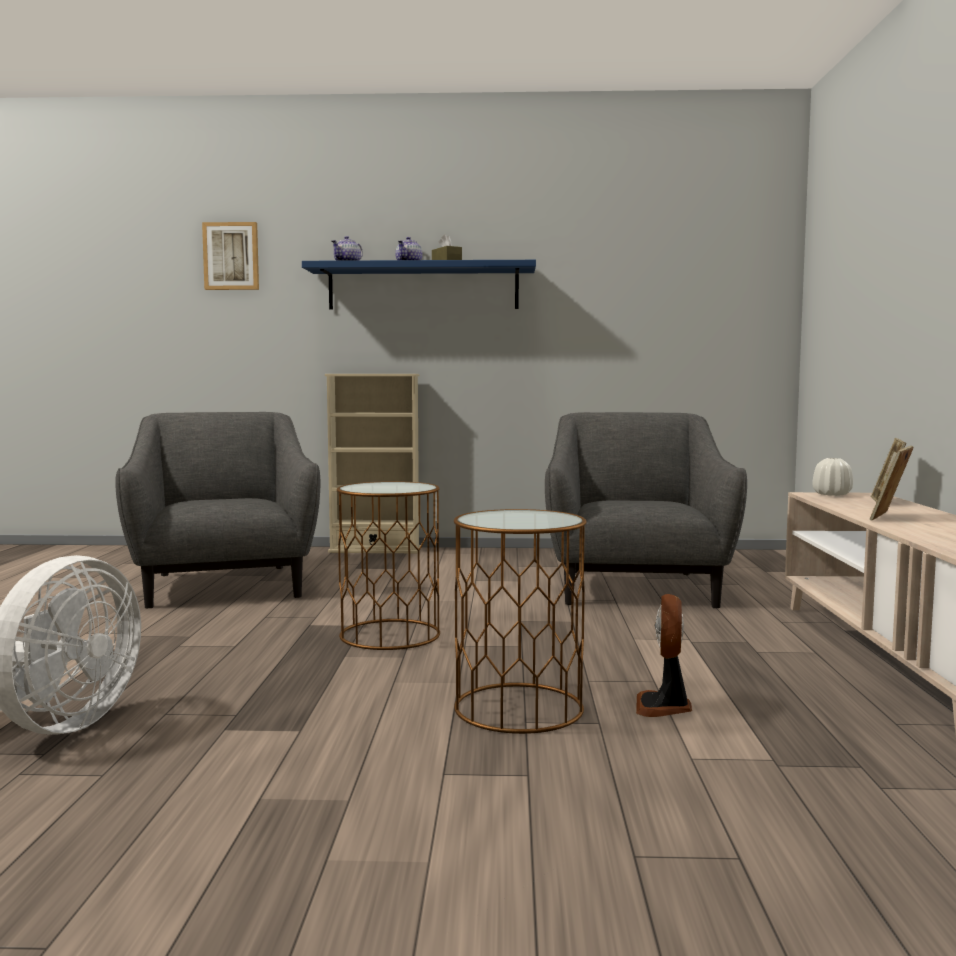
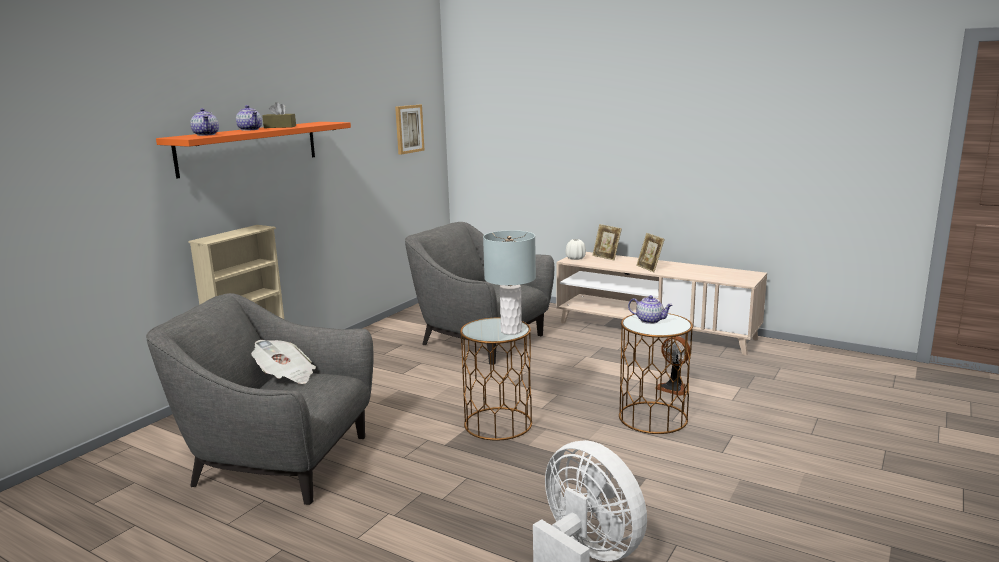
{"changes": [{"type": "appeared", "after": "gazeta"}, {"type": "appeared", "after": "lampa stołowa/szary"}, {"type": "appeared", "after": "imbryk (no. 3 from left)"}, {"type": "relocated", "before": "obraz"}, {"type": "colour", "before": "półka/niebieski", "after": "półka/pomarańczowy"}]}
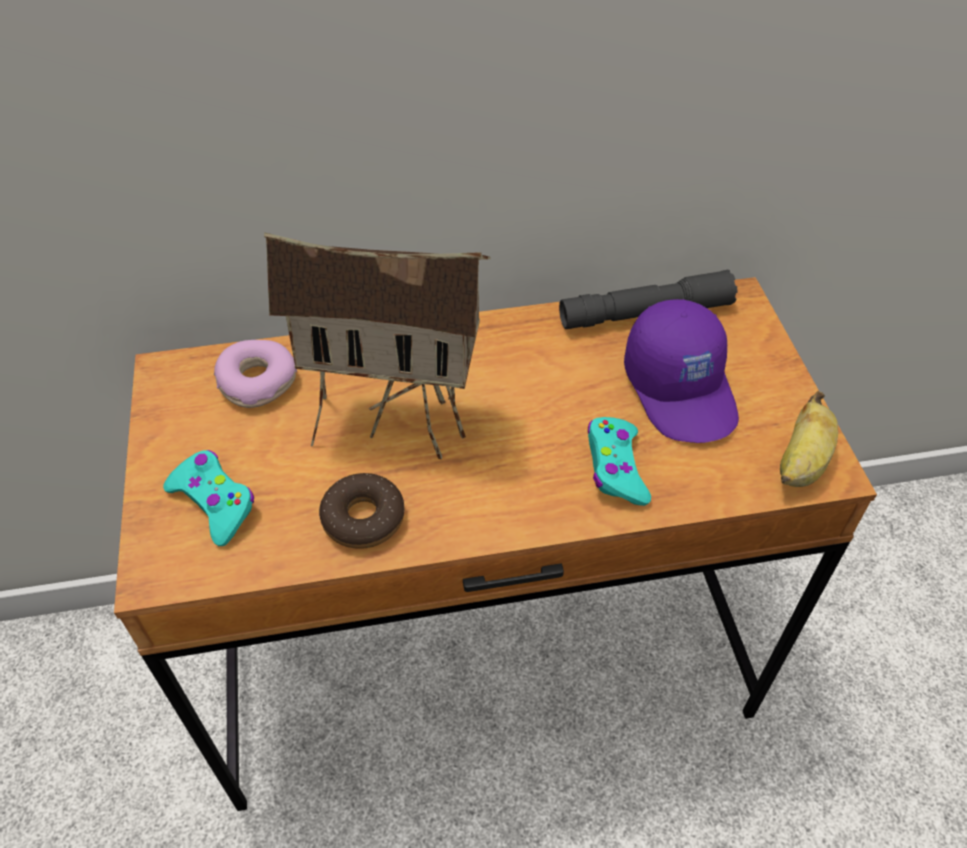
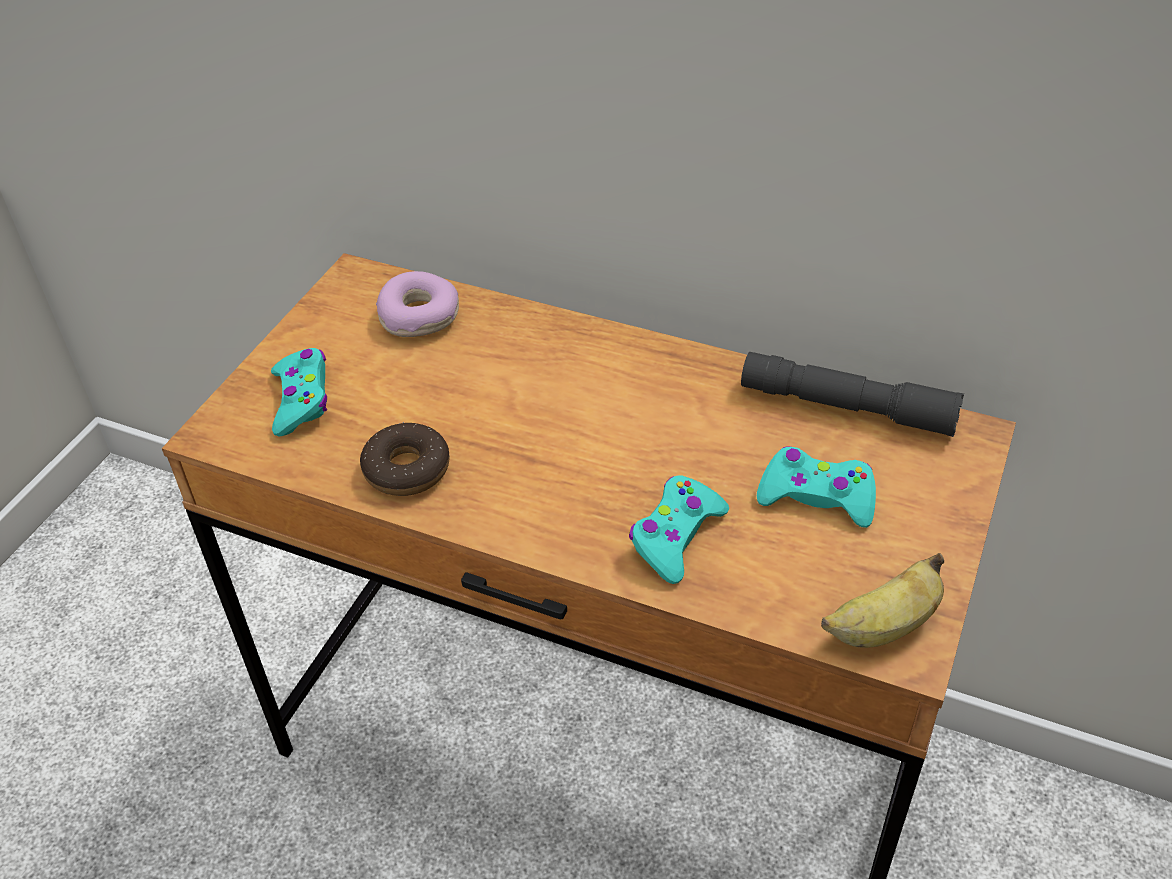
{"changes": [{"type": "missing", "before": "domek"}, {"type": "exchanged", "before": "czapka z daszkiem/fioletowy", "after": "pad do gier/turkusowy (no. 3 from left)"}]}
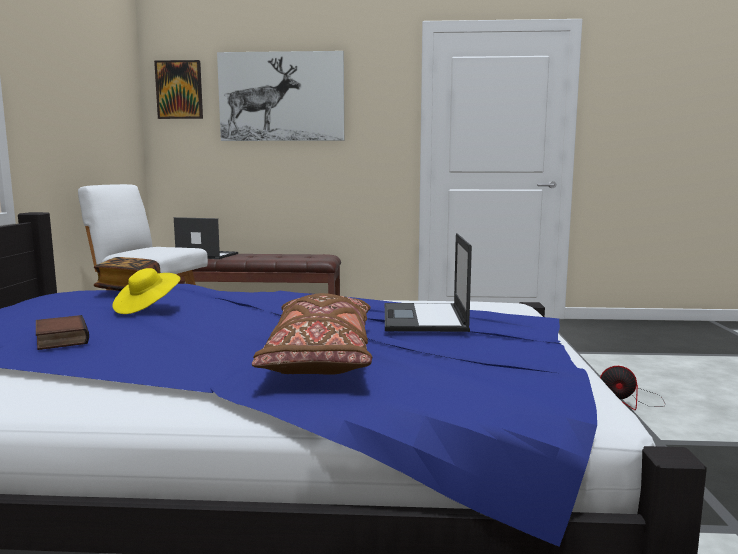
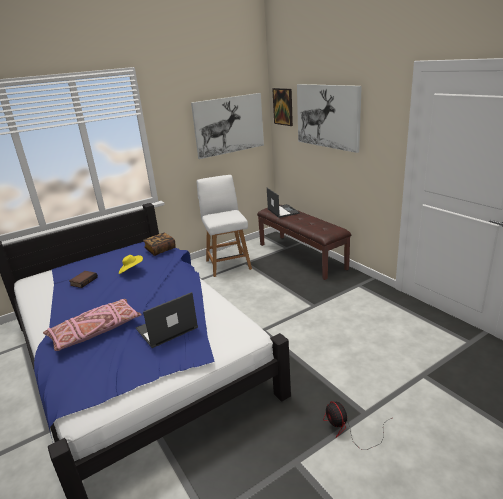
{"changes": [{"type": "appeared", "after": "obraz (no. 1 from left)"}, {"type": "colour", "before": "poduszka/brązowy", "after": "poduszka/różowy"}]}
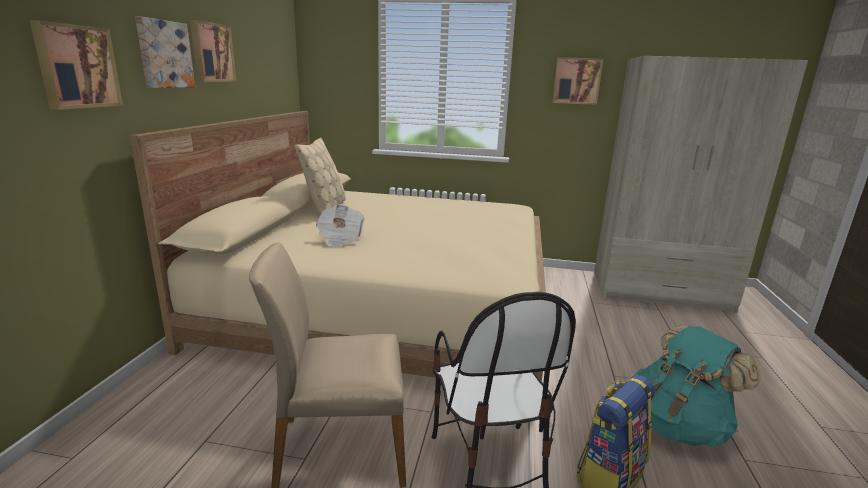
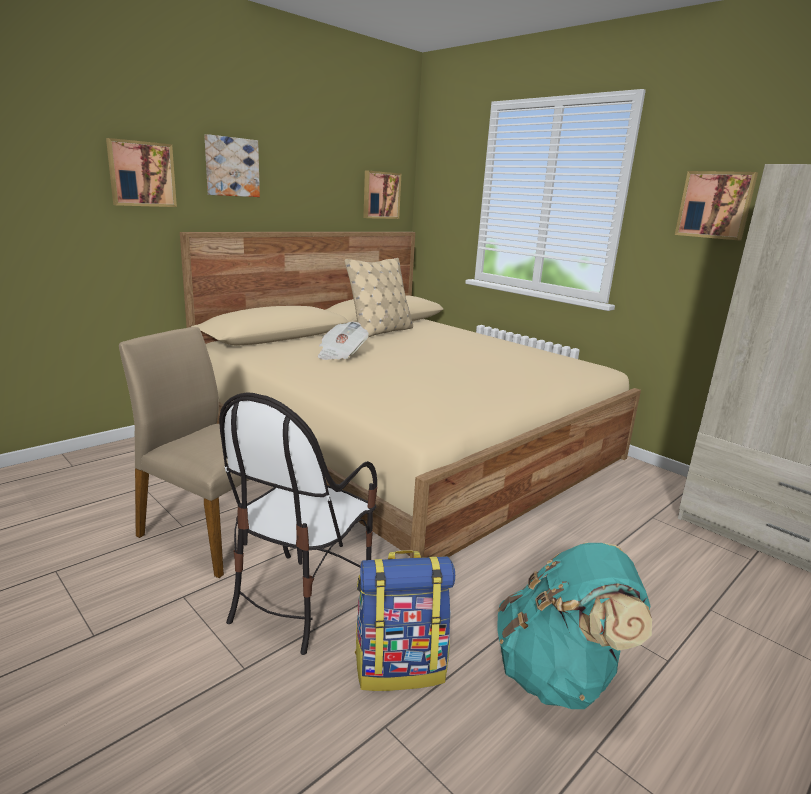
{"changes": [{"type": "relocated", "before": "obraz (no. 3 from left)"}]}
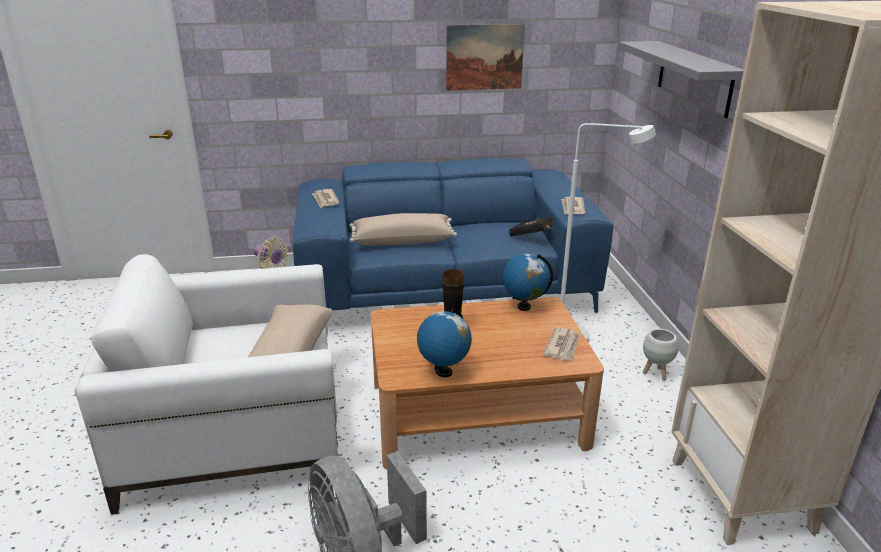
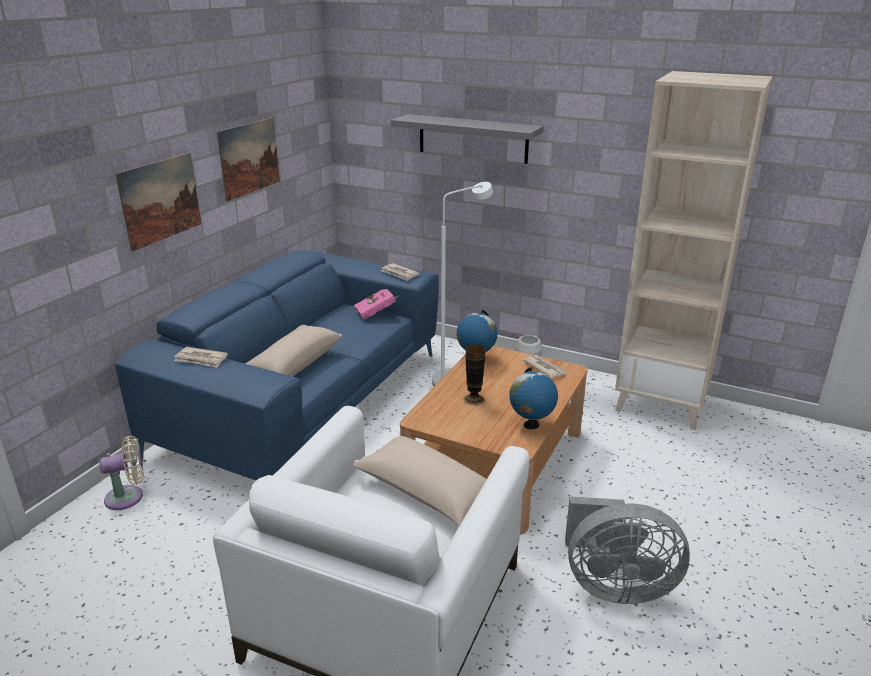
{"changes": [{"type": "appeared", "after": "obraz (no. 1 from left)"}, {"type": "colour", "before": "książka/czarny", "after": "książka/różowy"}]}
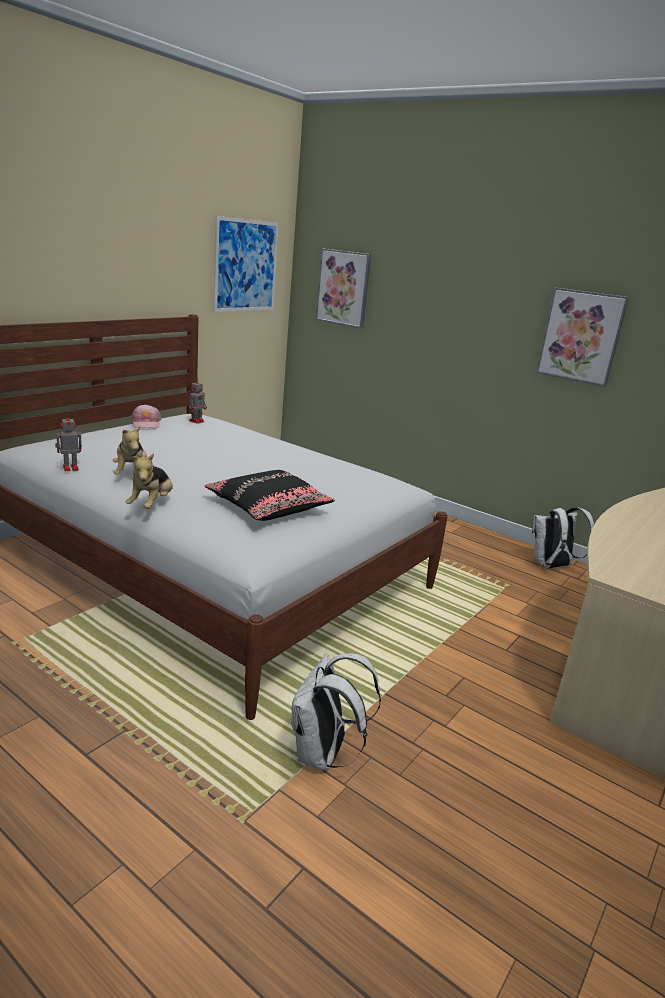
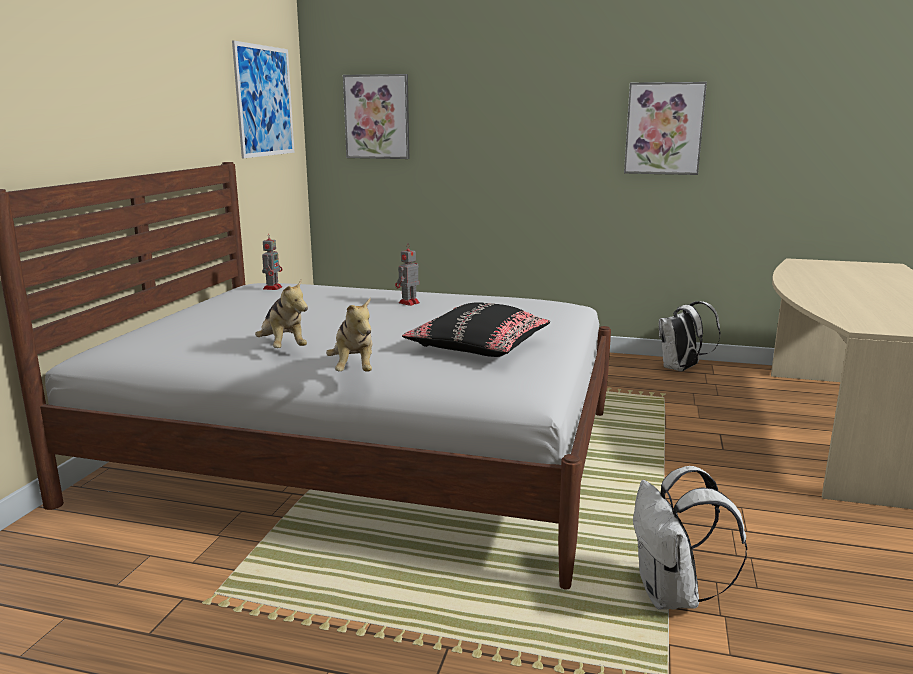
{"changes": [{"type": "missing", "before": "czapka z daszkiem/różowy"}, {"type": "relocated", "before": "robot zabawkowy (no. 1 from left in the first image)", "after": "robot zabawkowy (no. 2 from left)"}]}
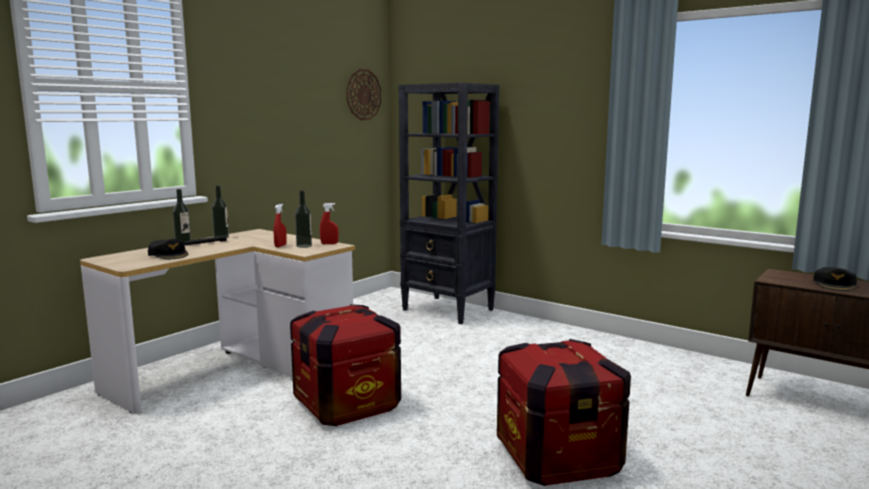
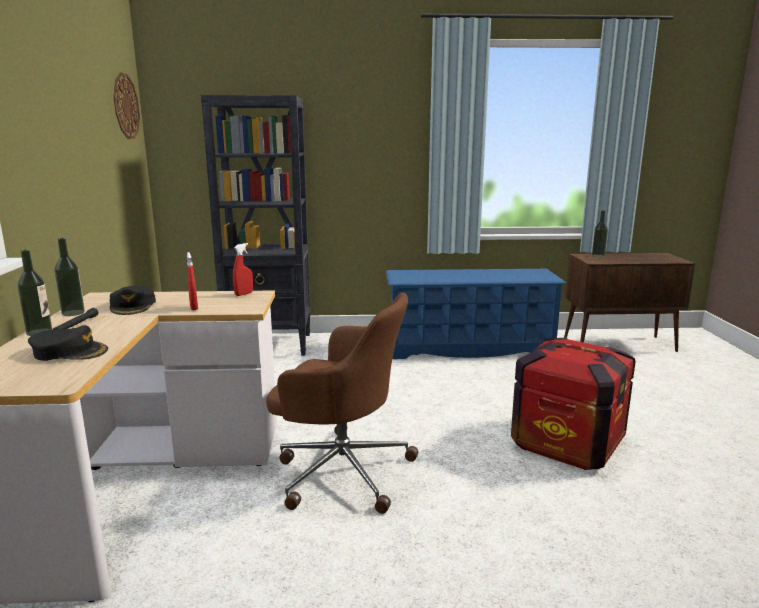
{"changes": [{"type": "appeared", "after": "regał na buty/niebieski"}, {"type": "relocated", "before": "butelka (no. 3 from left)"}, {"type": "relocated", "before": "czapka z daszkiem/czarny (no. 2 from left)"}, {"type": "exchanged", "before": "skrzynka (no. 1 from left)", "after": "krzesło biurowe/brązowy"}]}
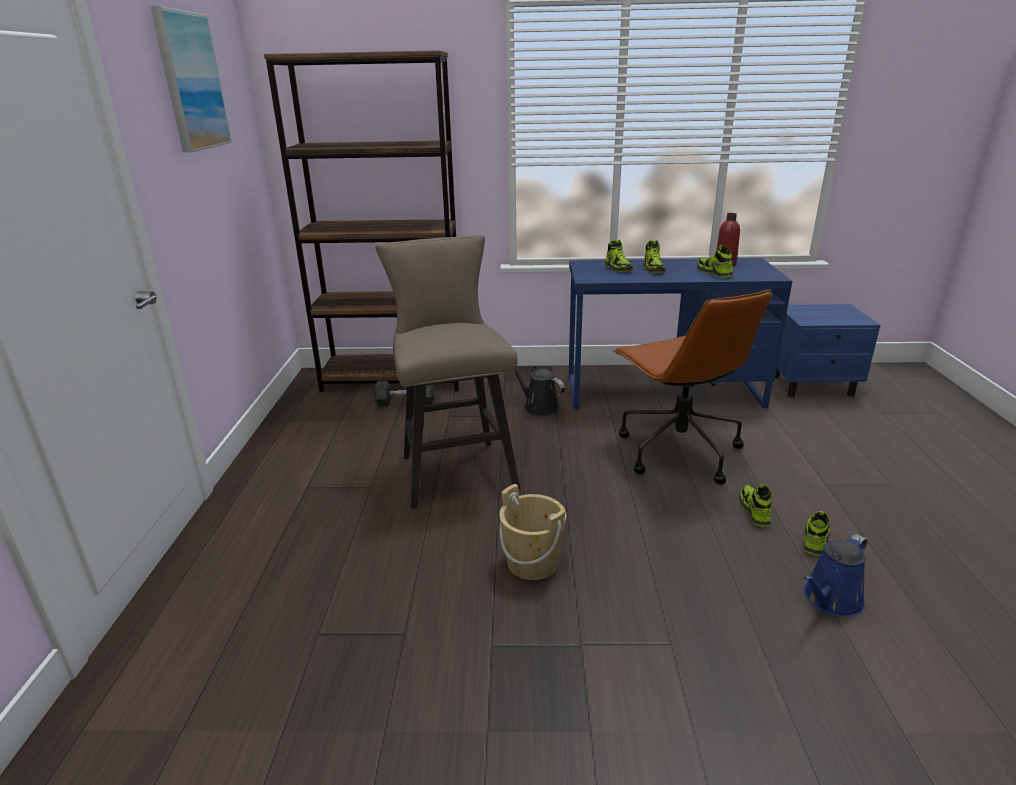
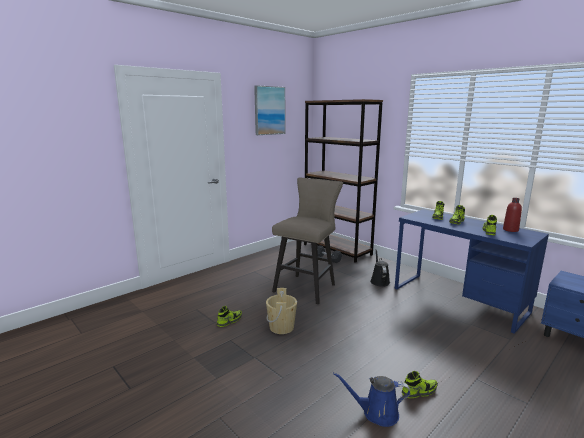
{"changes": [{"type": "missing", "before": "krzesło biurowe/brązowy"}, {"type": "relocated", "before": "but (no. 4 from left in the first image)", "after": "but (no. 1 from left)"}]}
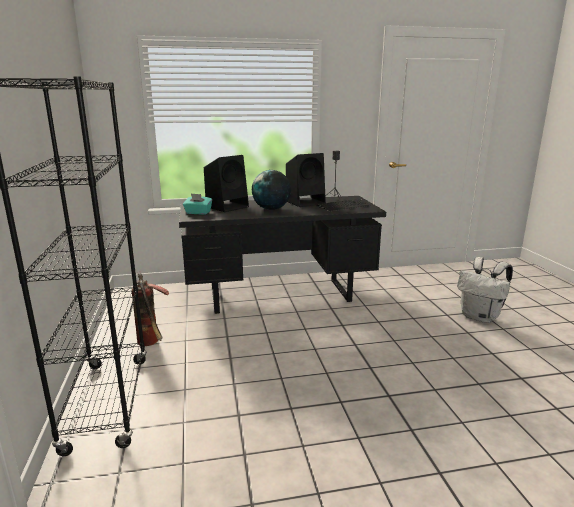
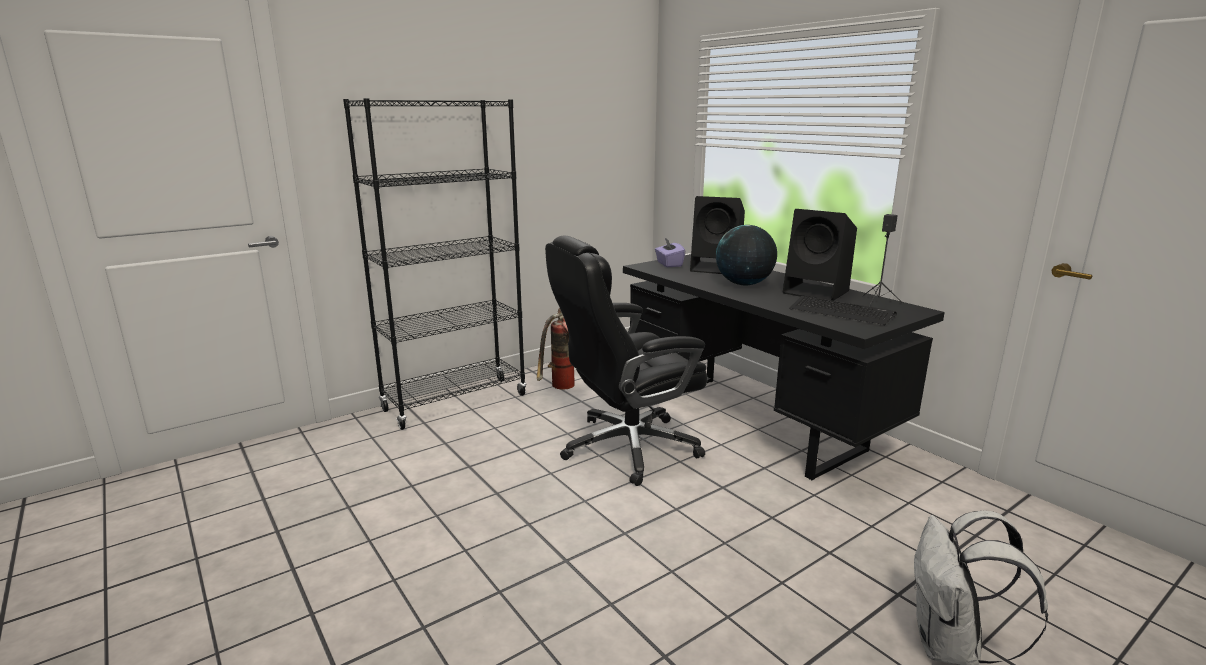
{"changes": [{"type": "appeared", "after": "krzesło biurowe/czarny"}, {"type": "colour", "before": "pudełko chusteczek/turkusowy", "after": "pudełko chusteczek/fioletowy"}]}
